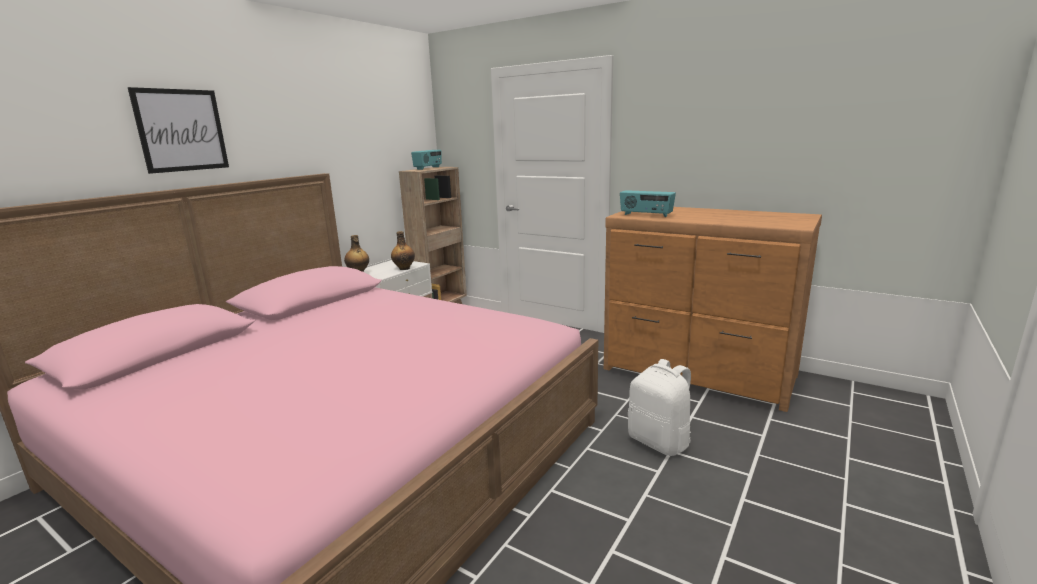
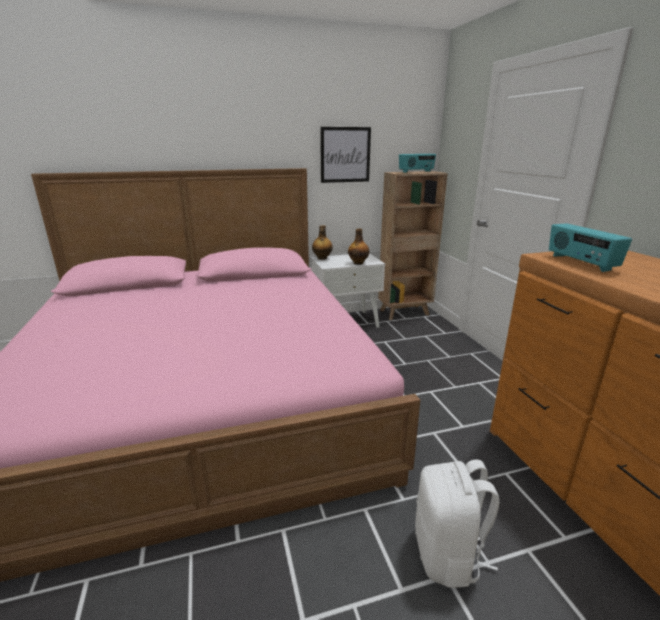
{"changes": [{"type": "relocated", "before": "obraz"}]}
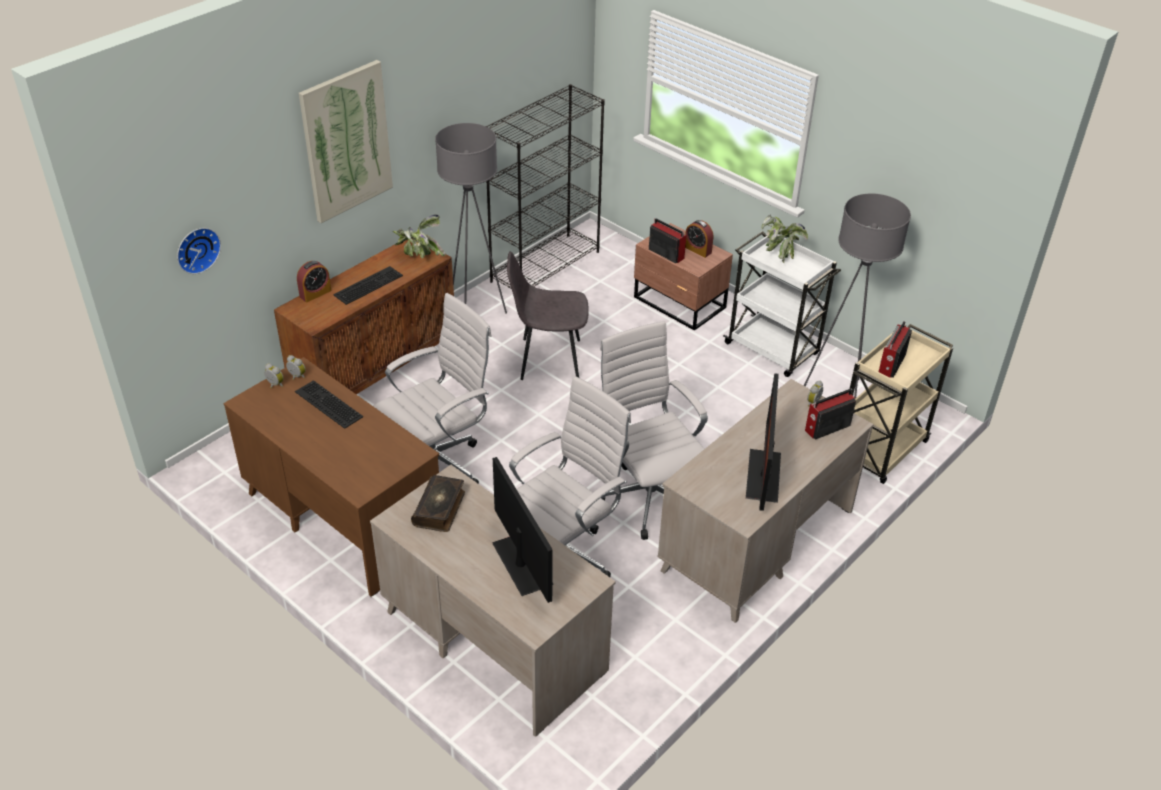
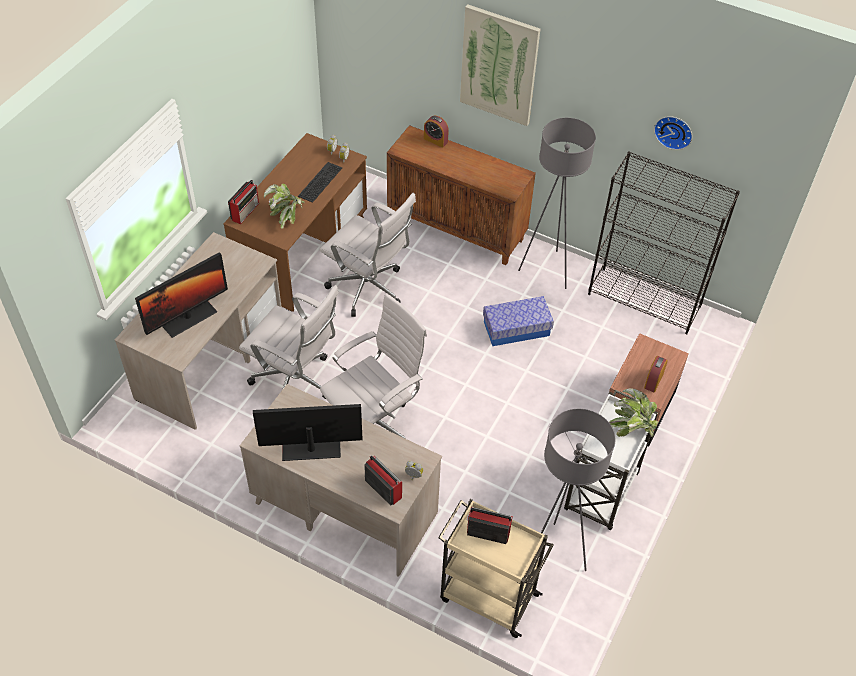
{"changes": [{"type": "missing", "before": "klawiatura (no. 2 from left)"}, {"type": "missing", "before": "książka"}, {"type": "relocated", "before": "zegar ścienny"}, {"type": "relocated", "before": "roślina doniczkowa (no. 1 from left)"}, {"type": "relocated", "before": "radio (no. 1 from left)"}, {"type": "exchanged", "before": "krzesło/szary", "after": "pojemnik do przechowywania"}]}
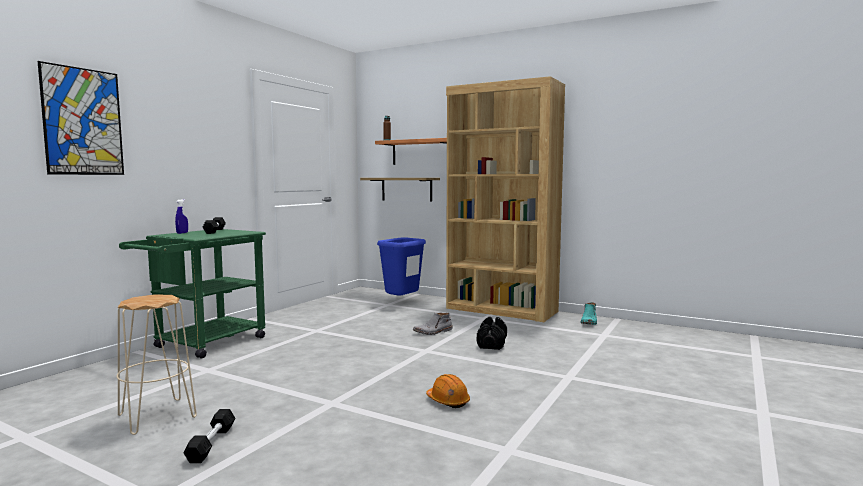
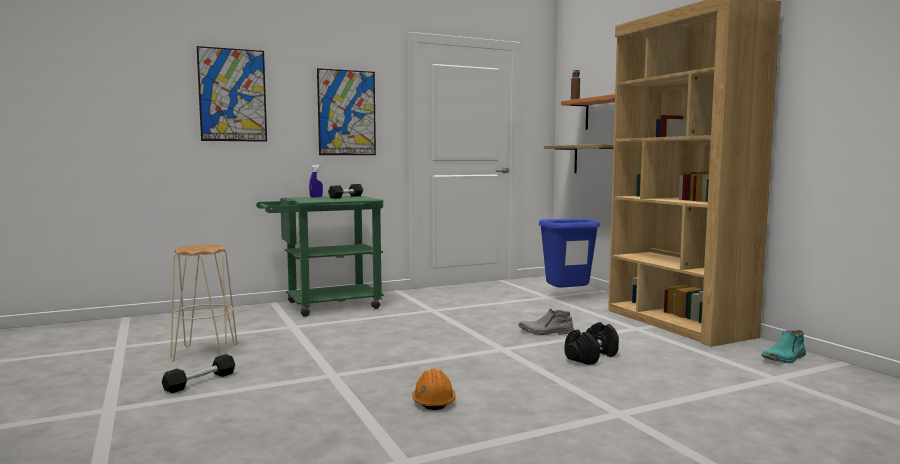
{"changes": [{"type": "appeared", "after": "obraz (no. 2 from left)"}]}
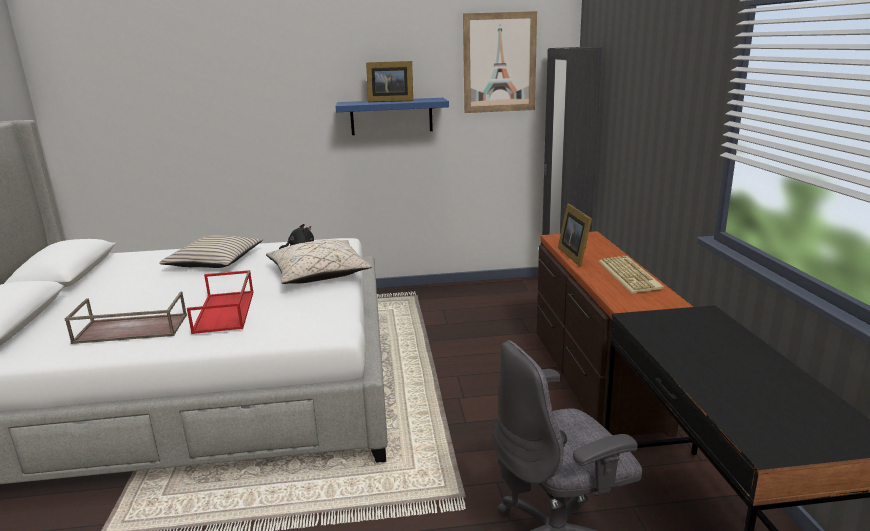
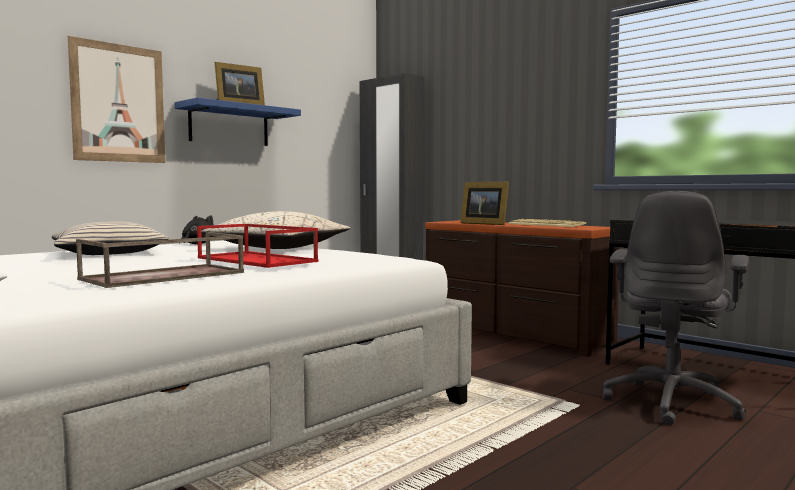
{"changes": [{"type": "relocated", "before": "obraz"}]}
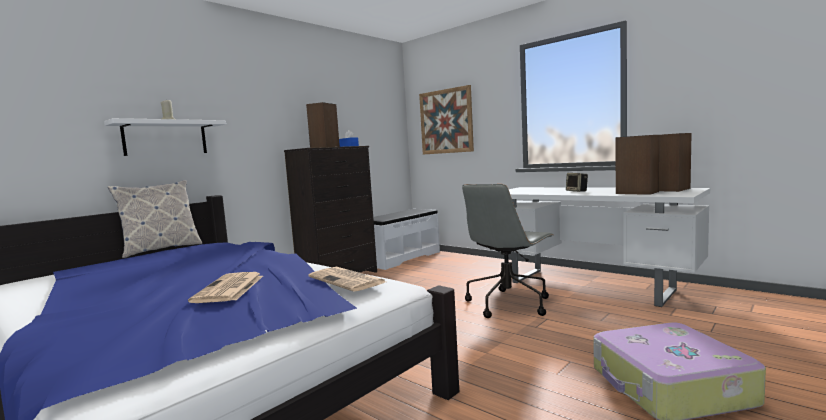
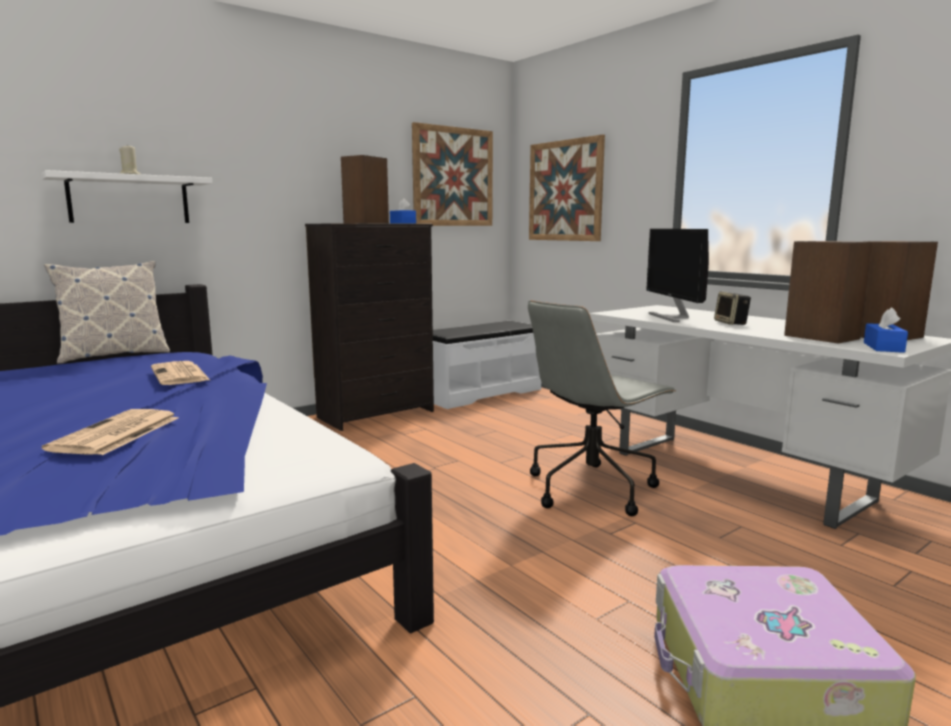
{"changes": [{"type": "appeared", "after": "obraz (no. 1 from left)"}, {"type": "appeared", "after": "monitor"}, {"type": "appeared", "after": "pudełko chusteczek/niebieski (no. 2 from left)"}, {"type": "relocated", "before": "gazeta (no. 2 from left)"}]}
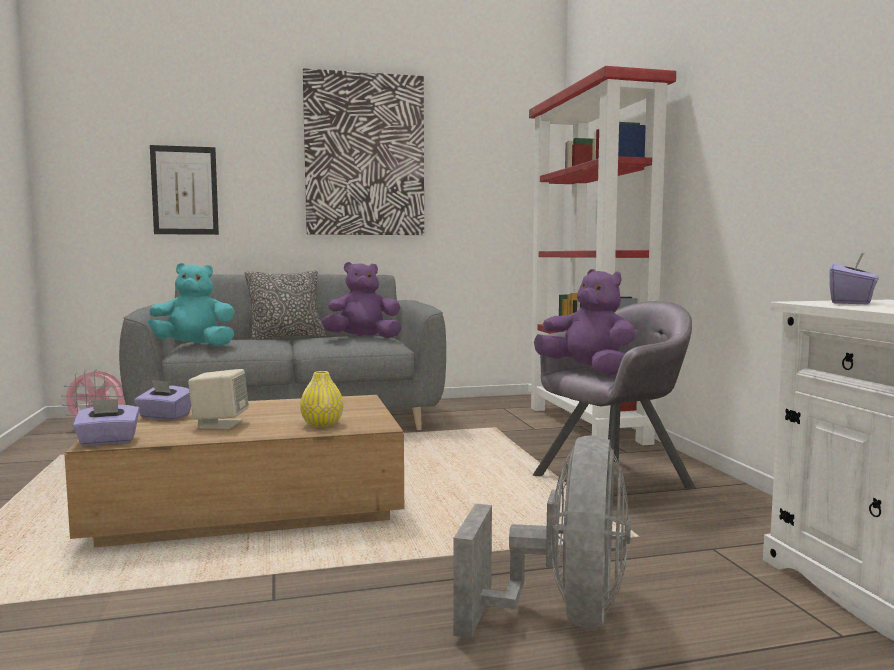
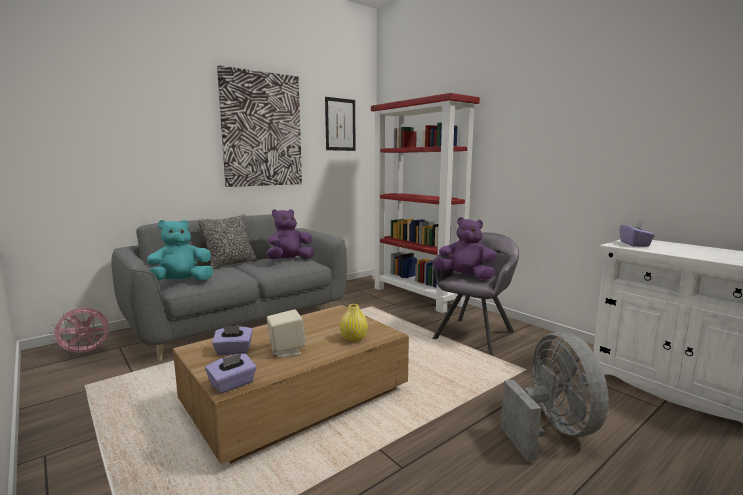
{"changes": [{"type": "relocated", "before": "obraz (no. 1 from left in the first image)", "after": "obraz (no. 2 from left)"}]}
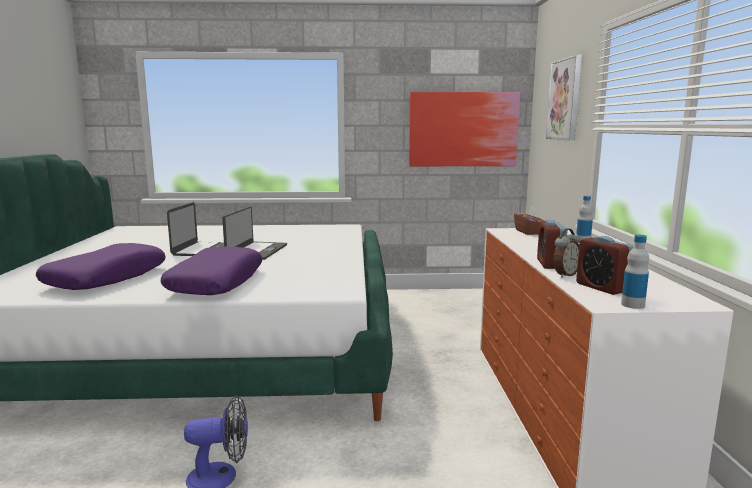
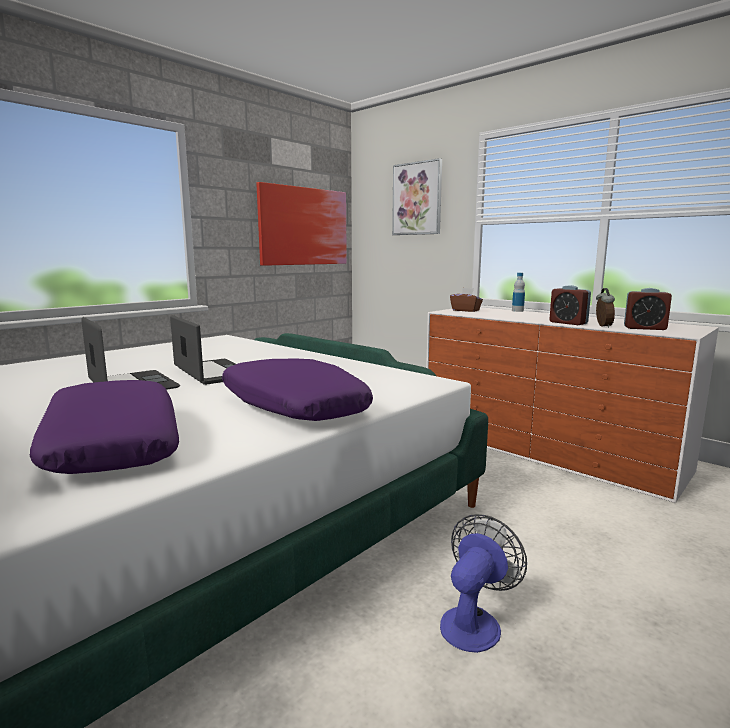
{"changes": [{"type": "missing", "before": "butelka (no. 2 from left)"}]}
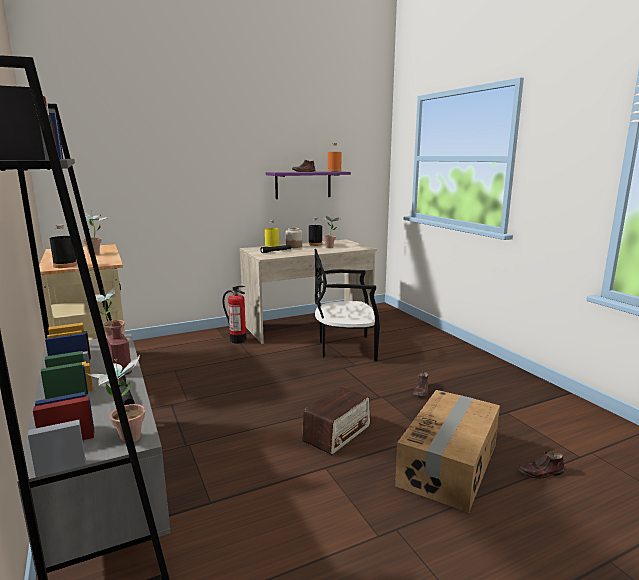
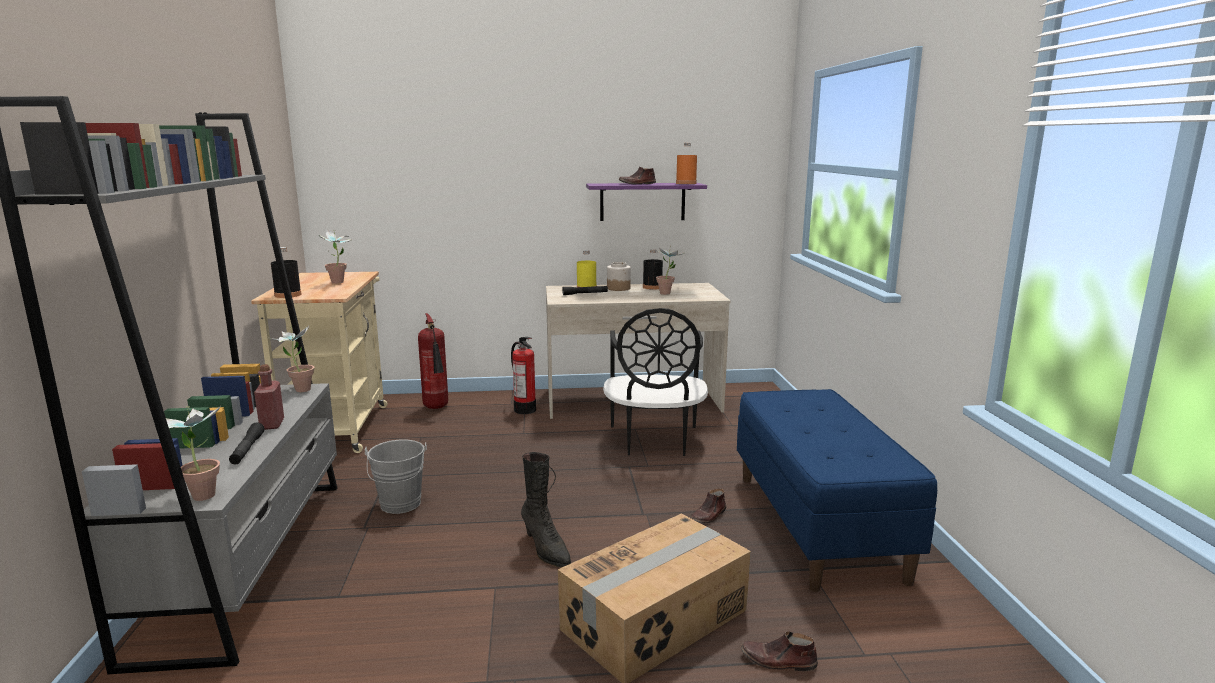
{"changes": [{"type": "appeared", "after": "wiadro/szary"}, {"type": "appeared", "after": "gaśnica (no. 1 from left)"}, {"type": "appeared", "after": "ławka/niebieski"}, {"type": "exchanged", "before": "radio", "after": "but z cholewką/czarny"}, {"type": "spun", "before": "krzesło/czarny", "turn": -105}]}
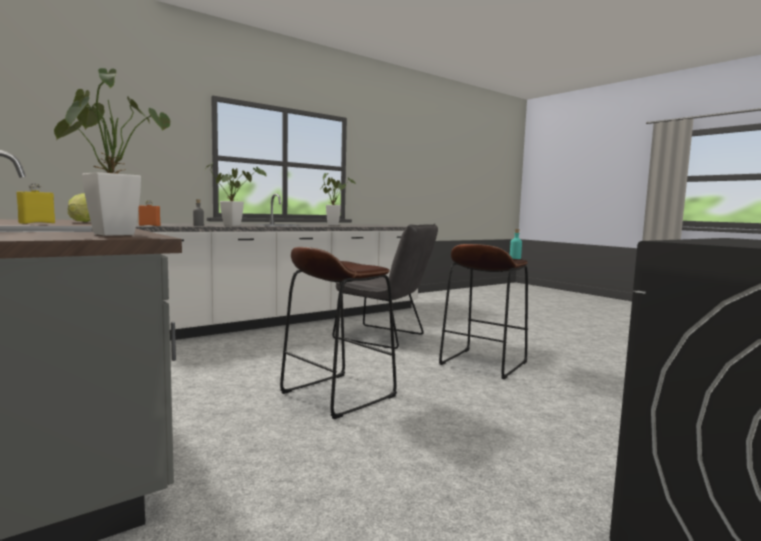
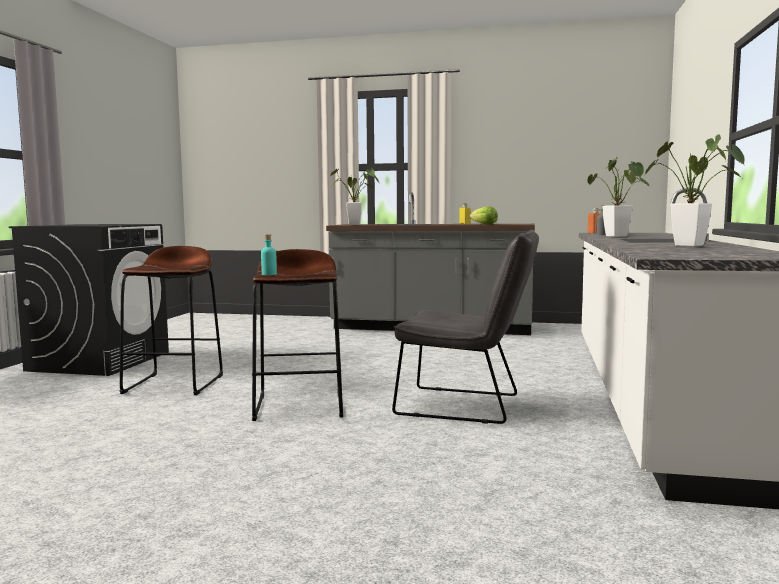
{"changes": [{"type": "relocated", "before": "stołek/brązowy (no. 1 from left)"}, {"type": "spun", "before": "krzesło/szary", "turn": -150}]}
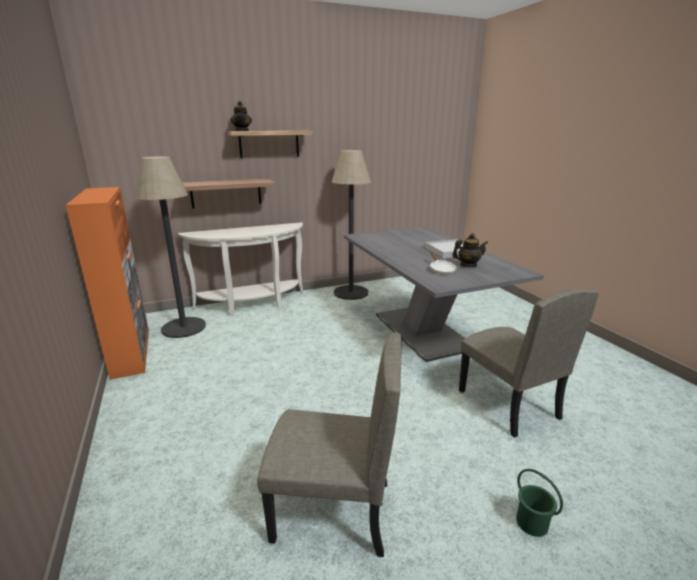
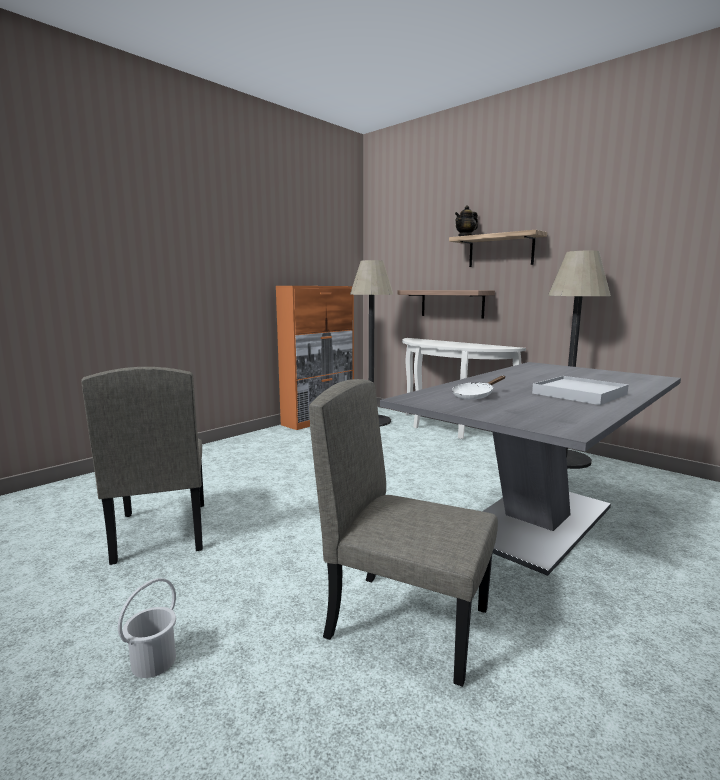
{"changes": [{"type": "missing", "before": "imbryk (no. 2 from left)"}, {"type": "colour", "before": "wiadro/zielony", "after": "wiadro/biały"}, {"type": "spun", "before": "krzesło/beżowy (no. 2 from left)", "turn": 75}]}
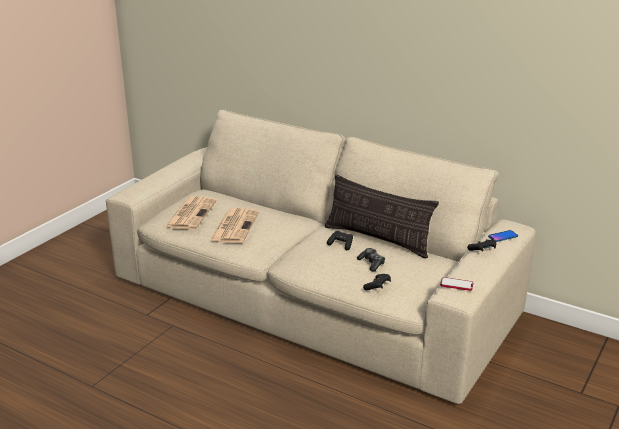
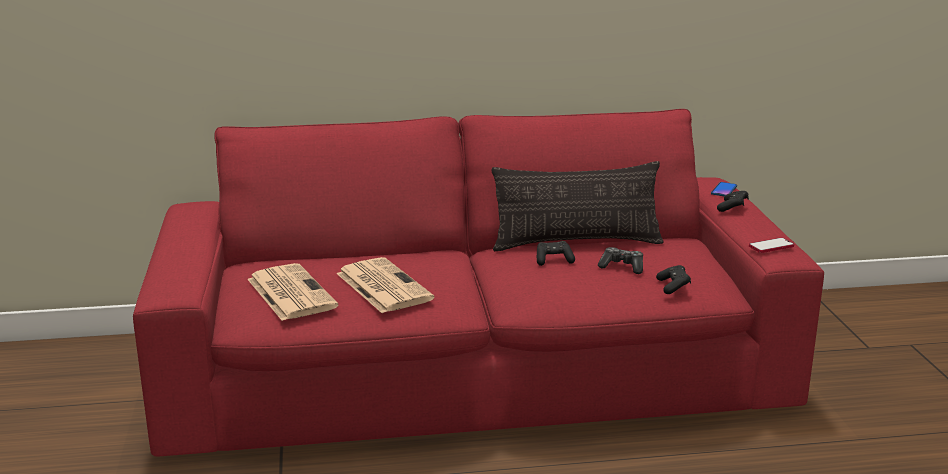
{"changes": [{"type": "colour", "before": "kanapa/beżowy", "after": "kanapa/czerwony"}]}
